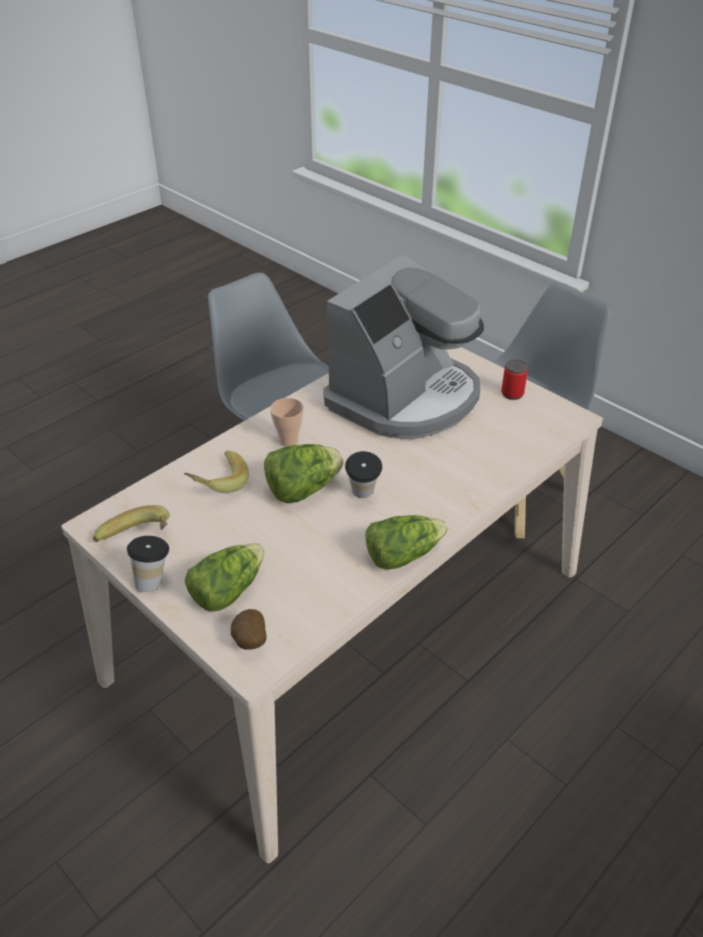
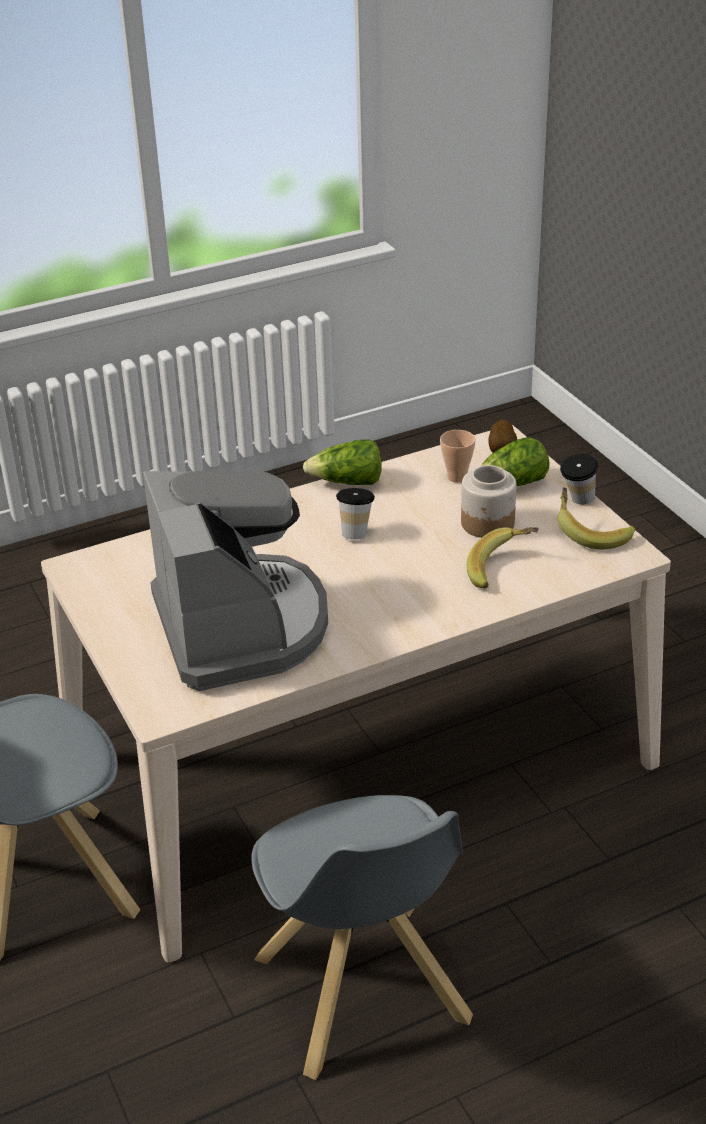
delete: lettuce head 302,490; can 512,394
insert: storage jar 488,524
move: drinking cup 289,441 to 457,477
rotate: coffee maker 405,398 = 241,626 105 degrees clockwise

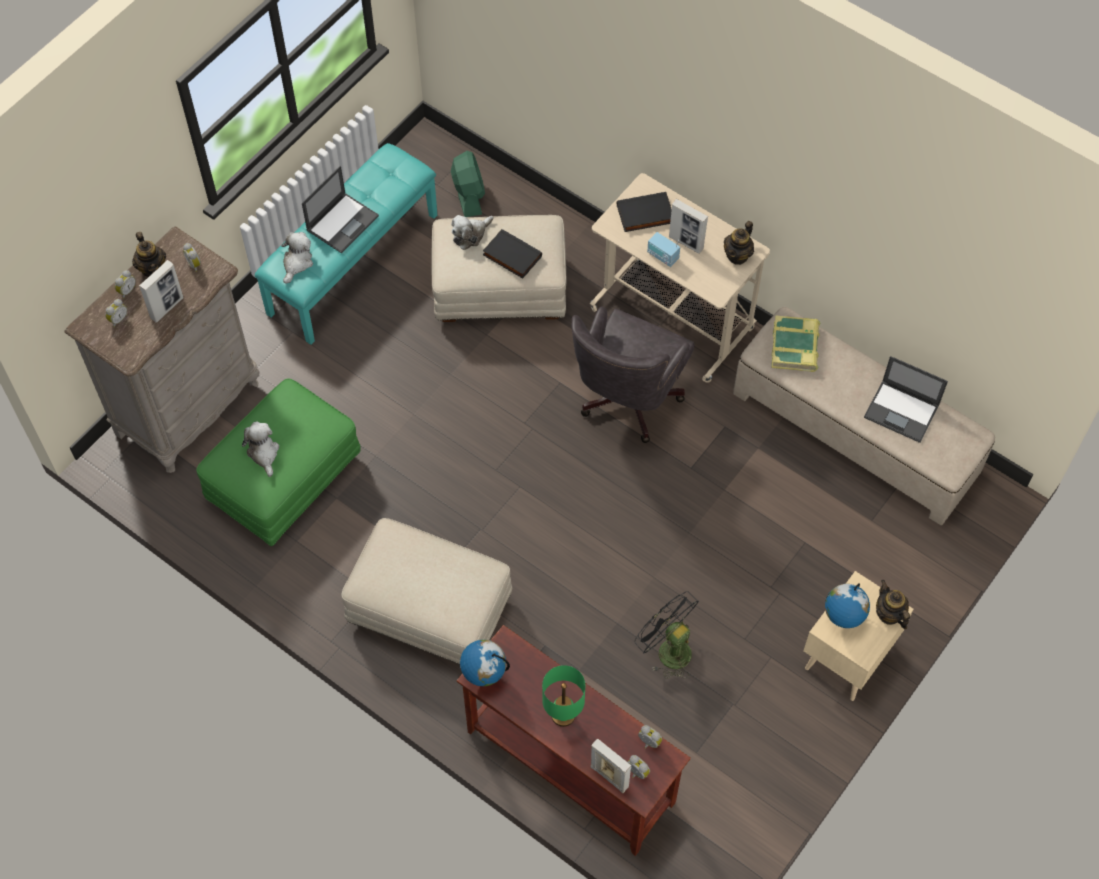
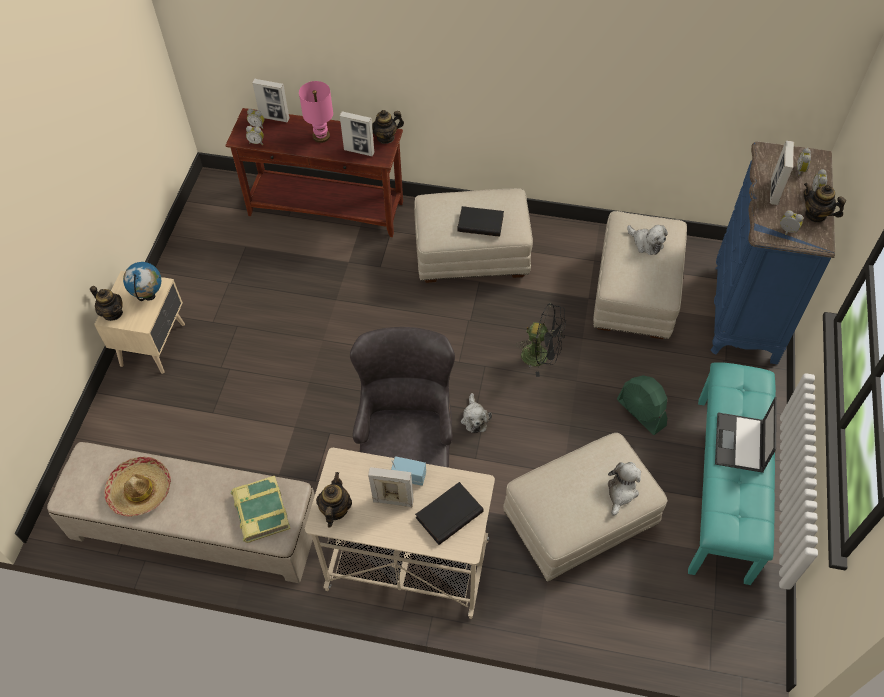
insert: photo frame 359,151
move: black-coloured bound book 511,256 to 481,222; plush toy 297,263 to 474,418; black-coloured cooling fan 667,649 to 541,356; greenish cooling fan 468,195 to 641,413
replace: portable computer 902,411 to clothing hat 140,490; desk globe 484,675 to teapot 385,137
recolor: greenish lamp for a table 563,715 to pink lamp for a table 321,136; greenish footrest 284,480 to sand-coloured footrest 634,294; sand-coloured chest of drawers 191,409 to bluish chest of drawers 743,313

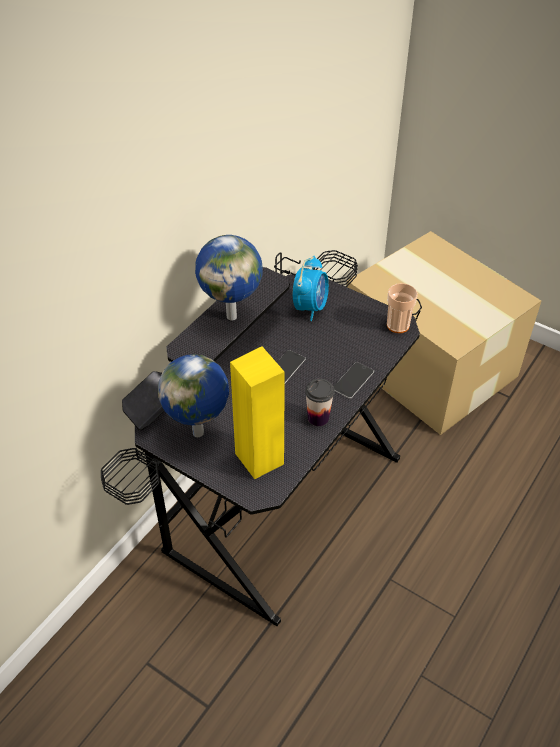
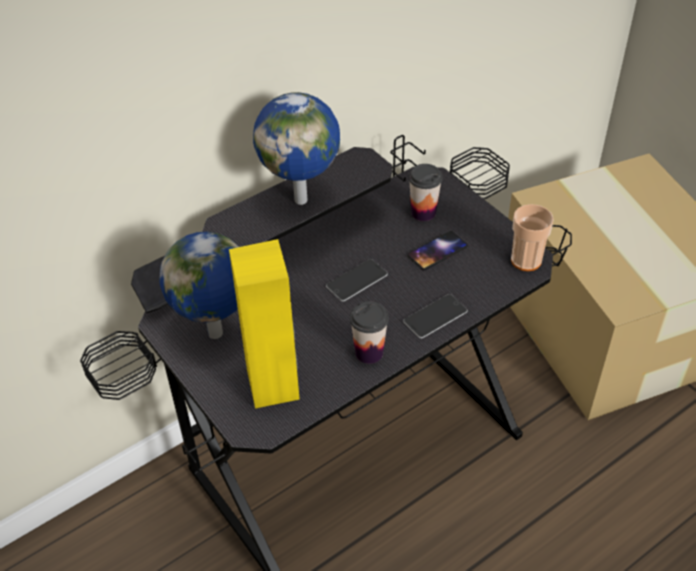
insert: telephone 437,251
replace: alarm clock 310,307 to drinking cup 423,212

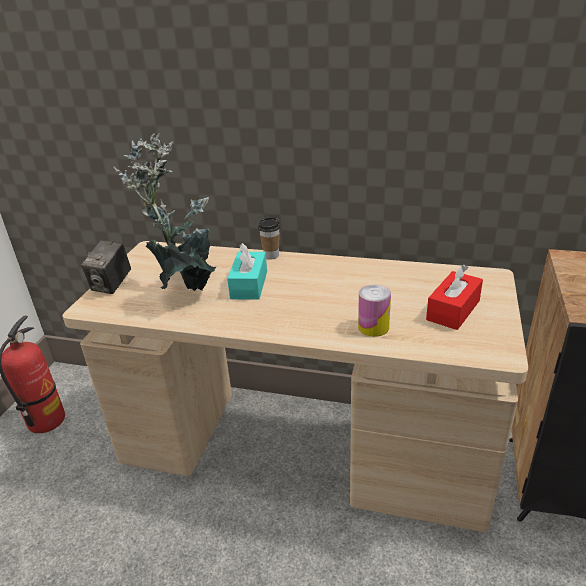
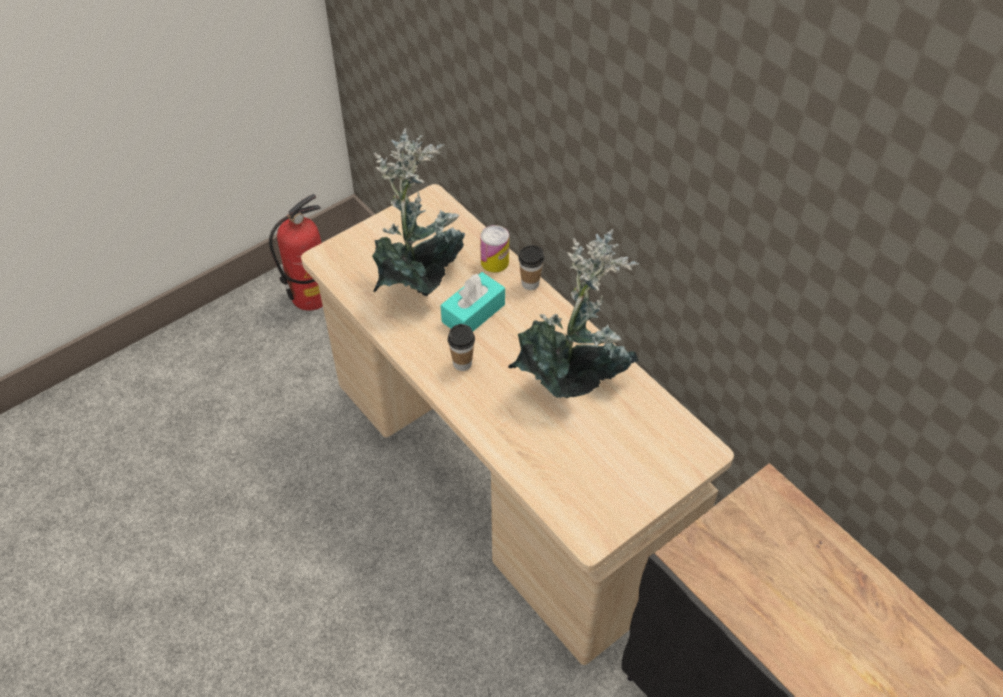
delete: still camera 112,285; red-coloured box of tissues 453,310
insert: drinking cup 462,363; plant in a pot 573,379
move: can 373,327 to 494,262

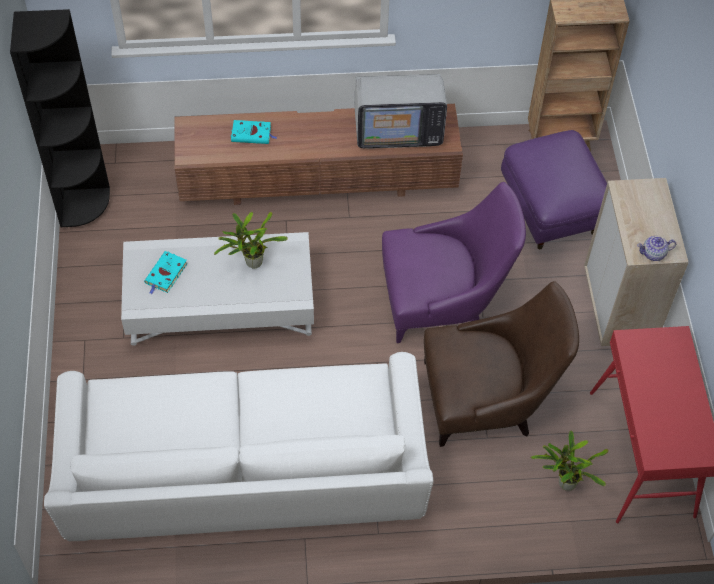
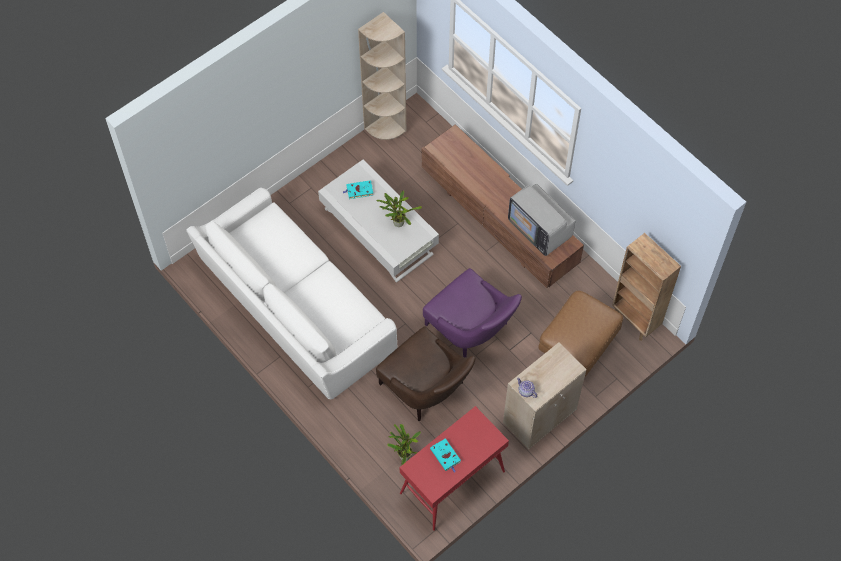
move: turquoise bound book 252,134 to 446,456
recolor: black-coloured bookcase 84,210 to sand-coloured bookcase 385,131; purple footrest 552,212 to brownish footrest 577,346

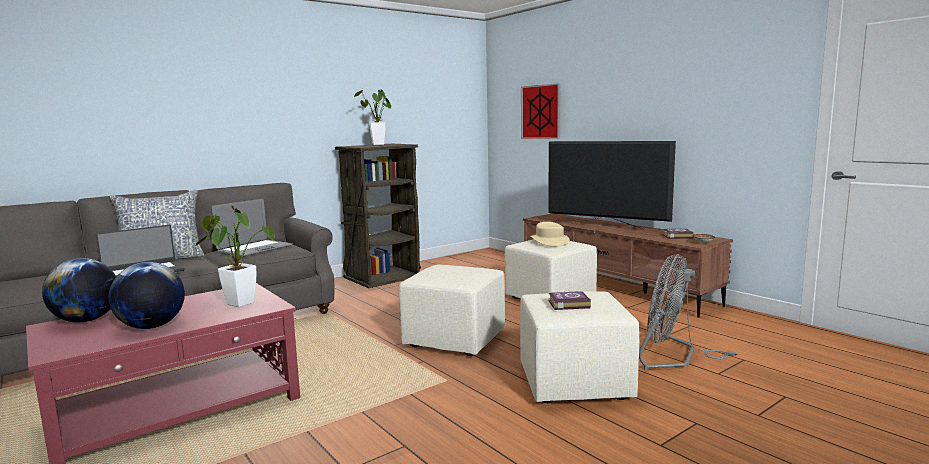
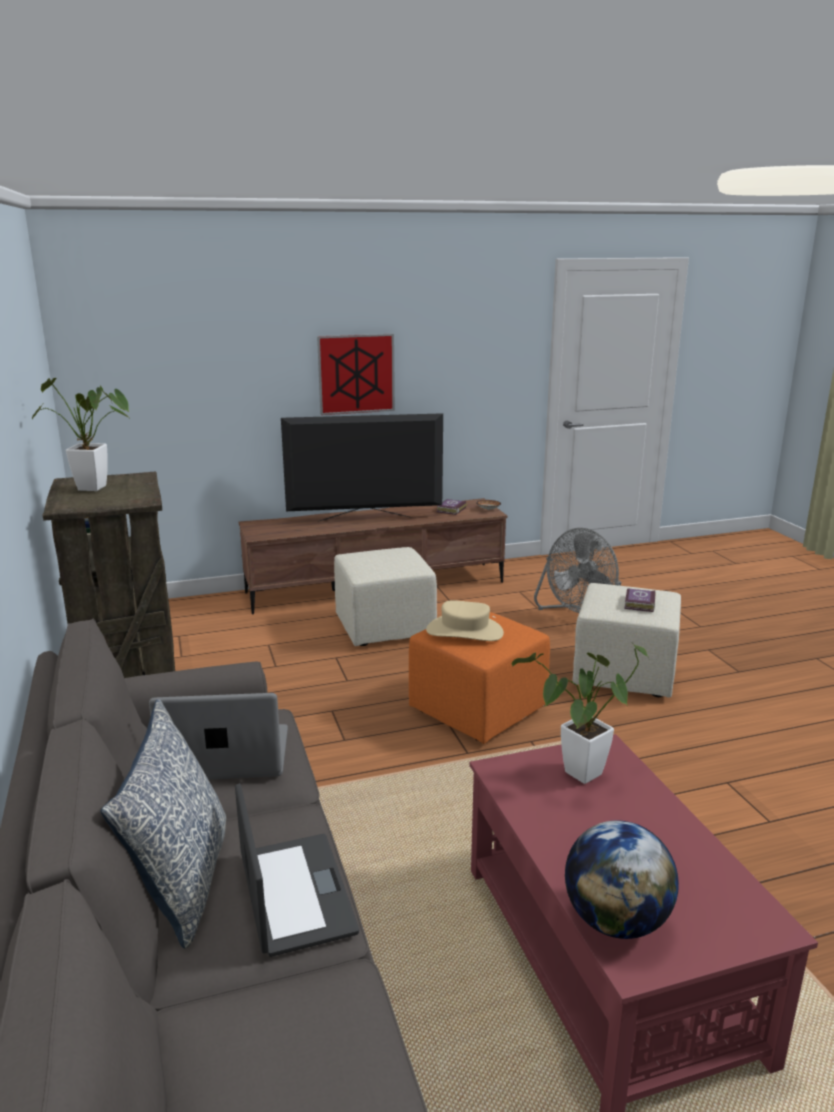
delete: desk globe 152,326
move: picture 540,112 to 356,374; sand-coloured clothing hat 549,241 to 464,631
recolor: sand-coloured footrest 456,340 to orangey footrest 478,709
rotate: portable computer 255,249 = 226,756 60 degrees counterclockwise; TV 606,226 = 365,520 150 degrees counterclockwise

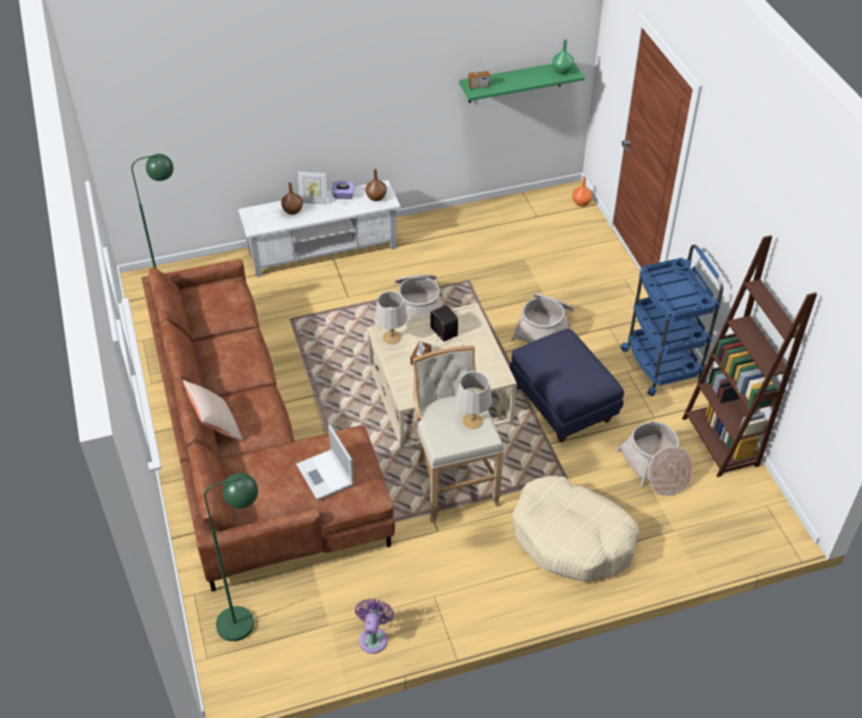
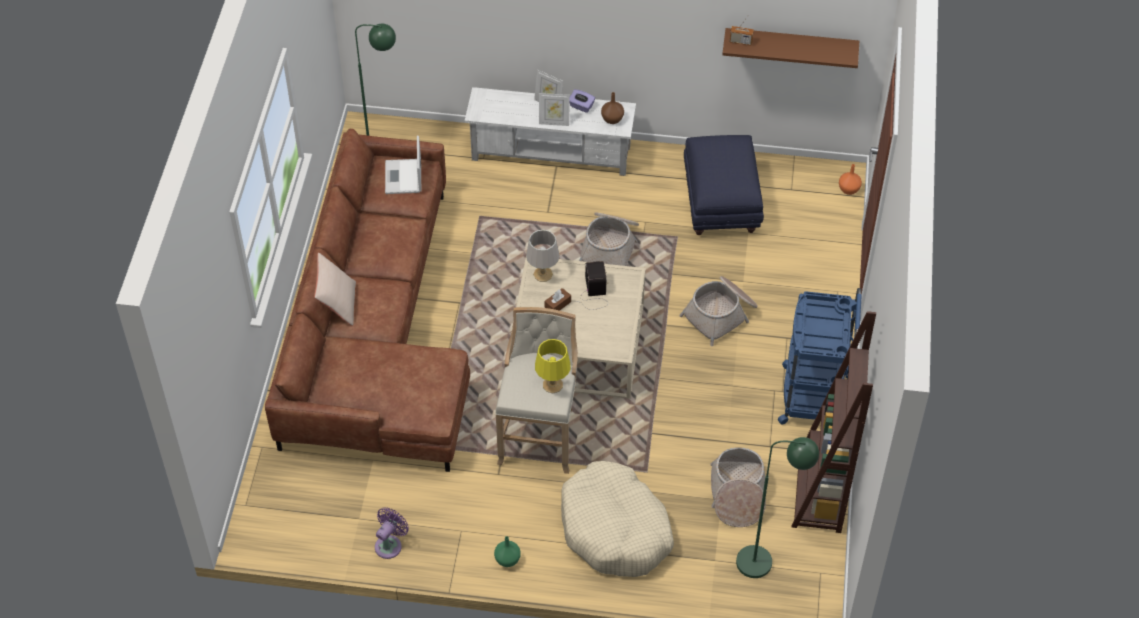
delete: brownish decorative vase 292,210
insert: photo frame 554,122
move: portable computer 326,475 to 403,177; greenish decorative vase 562,71 to 507,560; bluish footrest 563,405 to 721,205; greenish floor lamp 247,621 to 765,564
recolor: grey lamp for a table 473,421 to yellow-coloured lamp for a table 552,385; greenish bracket shelf 515,81 to brownish bracket shelf 790,45

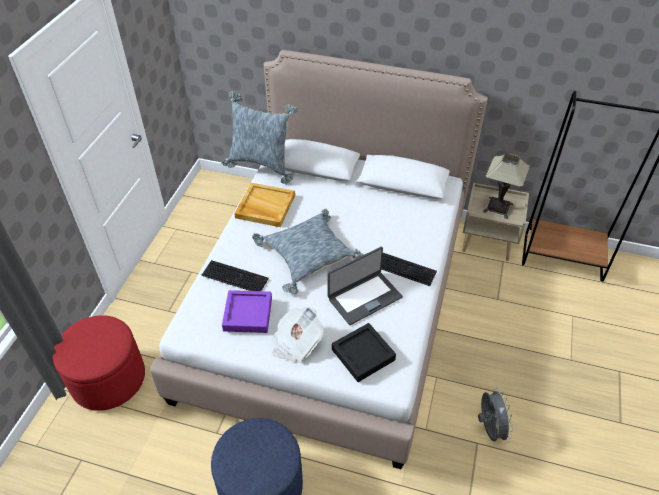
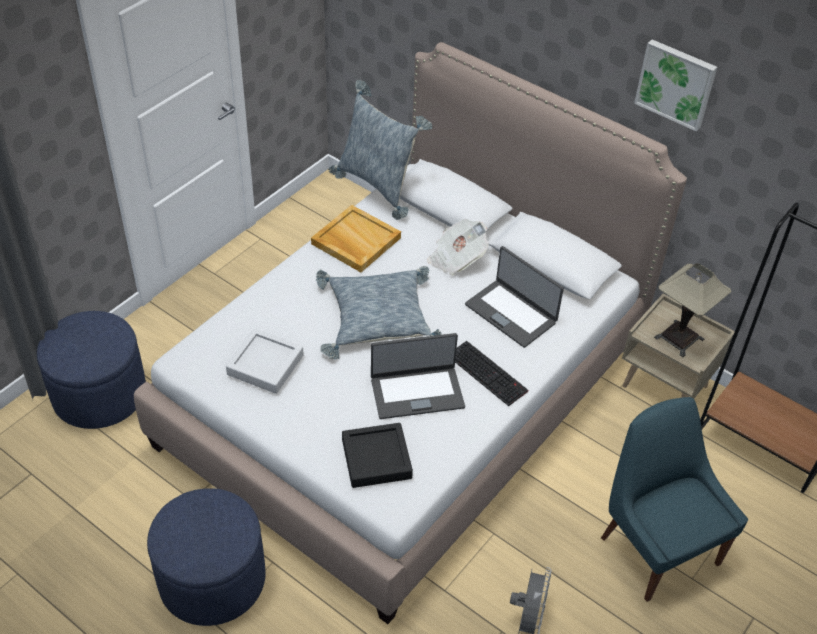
delete: keyboard 236,276
insert: portable computer 511,313; bluish chair 656,547; picture 676,83
move: newspaper 296,343 to 456,258
recolor: red-coloured footrest 108,379 to bluish footrest 99,394; purple tray 248,314 to grey tray 265,365

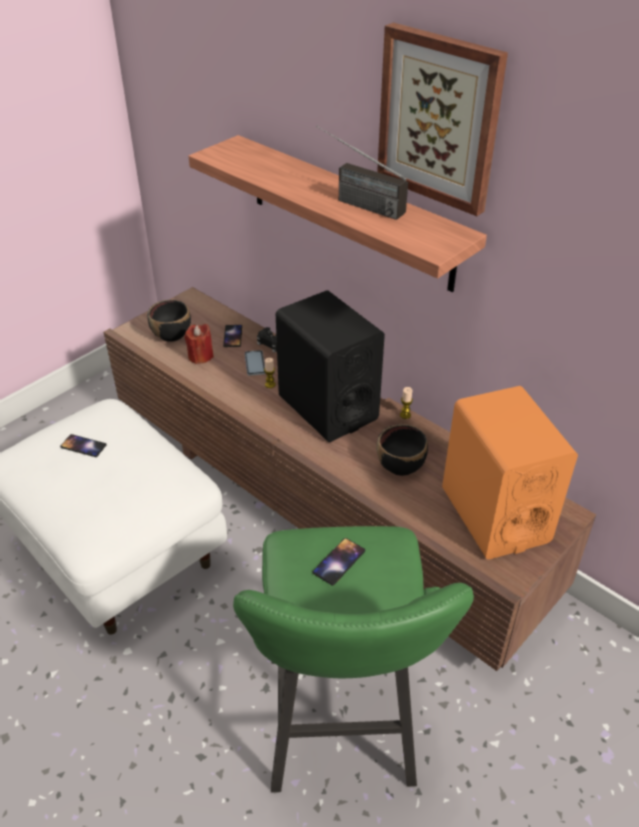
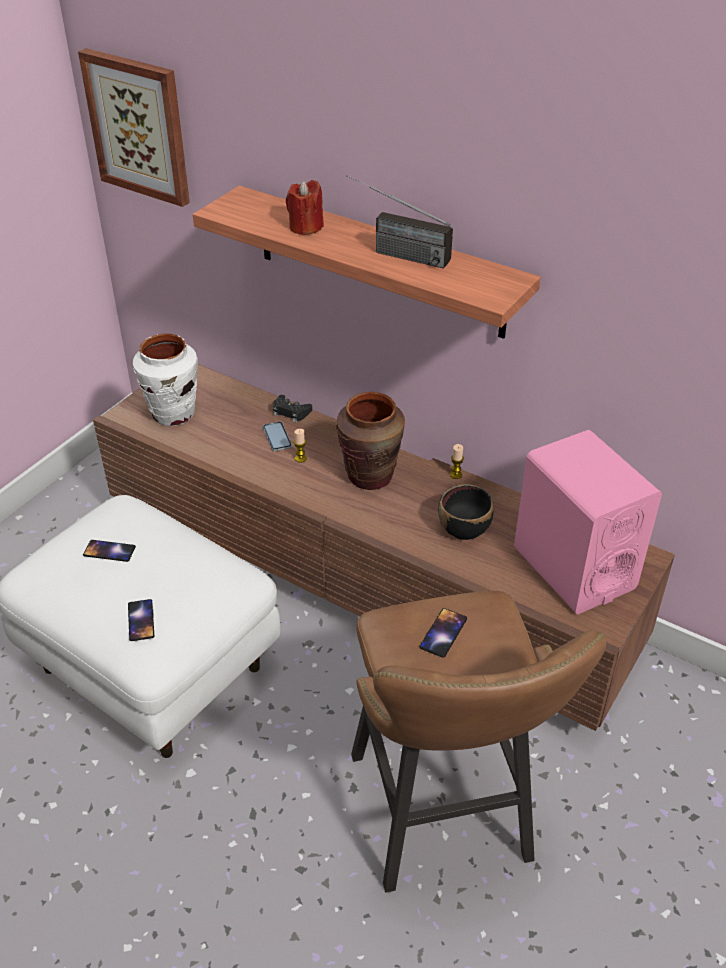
move: picture 439,119 to 139,127; telephone 233,336 to 141,620; red-coloured wax candle 200,356 to 306,227
replace: black-coloured serving bowl 172,334 to white-coloured decorative vase 173,414; black-coloured loudspeaker 327,407 to brownish decorative vase 370,476
recolor: greenish stool seat 340,739 to brownish stool seat 445,827; orangey loudspeaker 494,514 to pink loudspeaker 573,568

